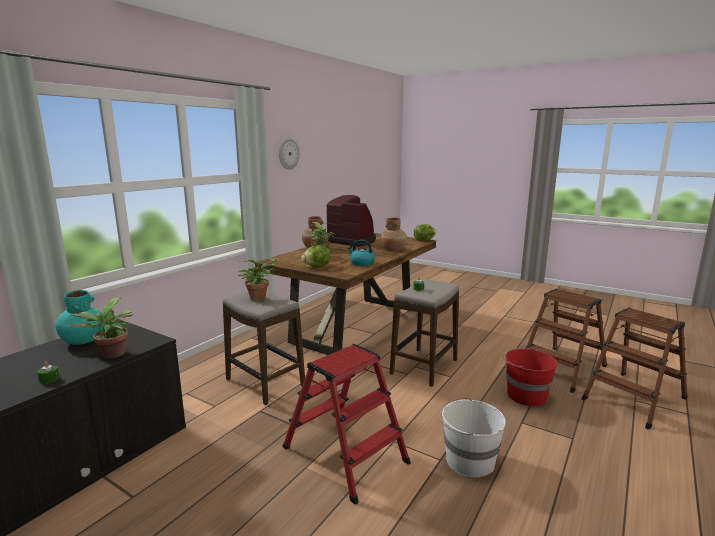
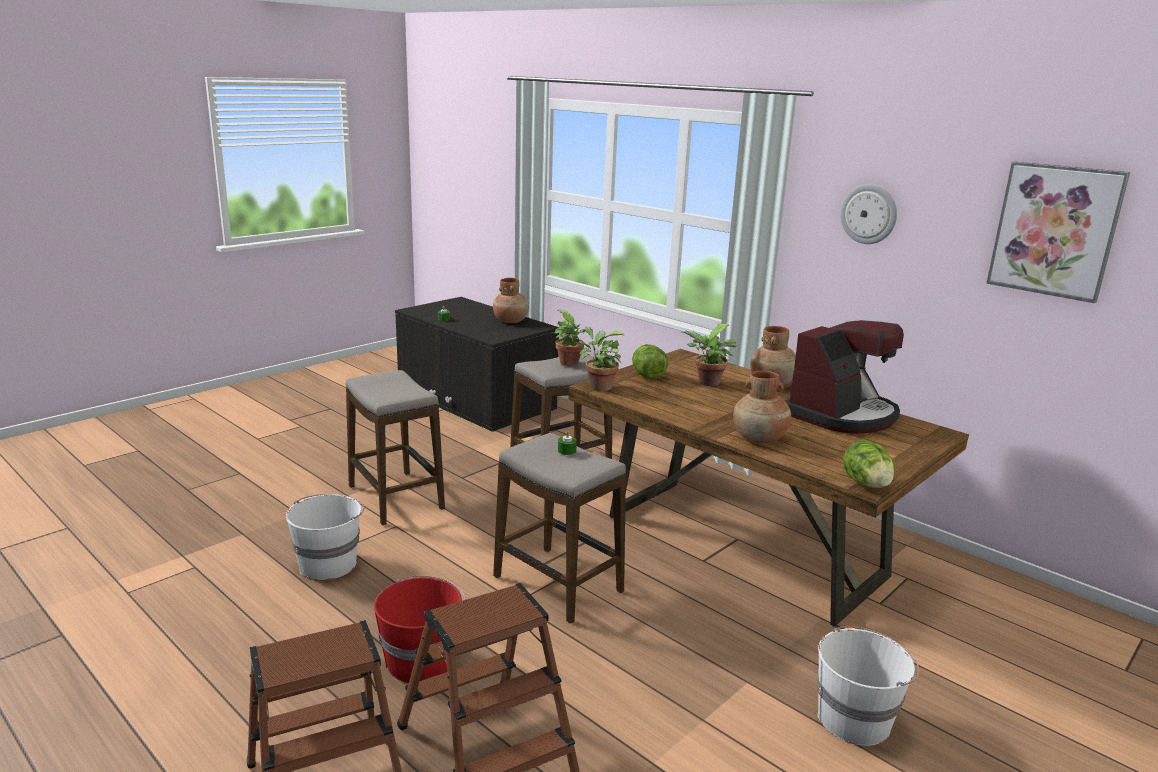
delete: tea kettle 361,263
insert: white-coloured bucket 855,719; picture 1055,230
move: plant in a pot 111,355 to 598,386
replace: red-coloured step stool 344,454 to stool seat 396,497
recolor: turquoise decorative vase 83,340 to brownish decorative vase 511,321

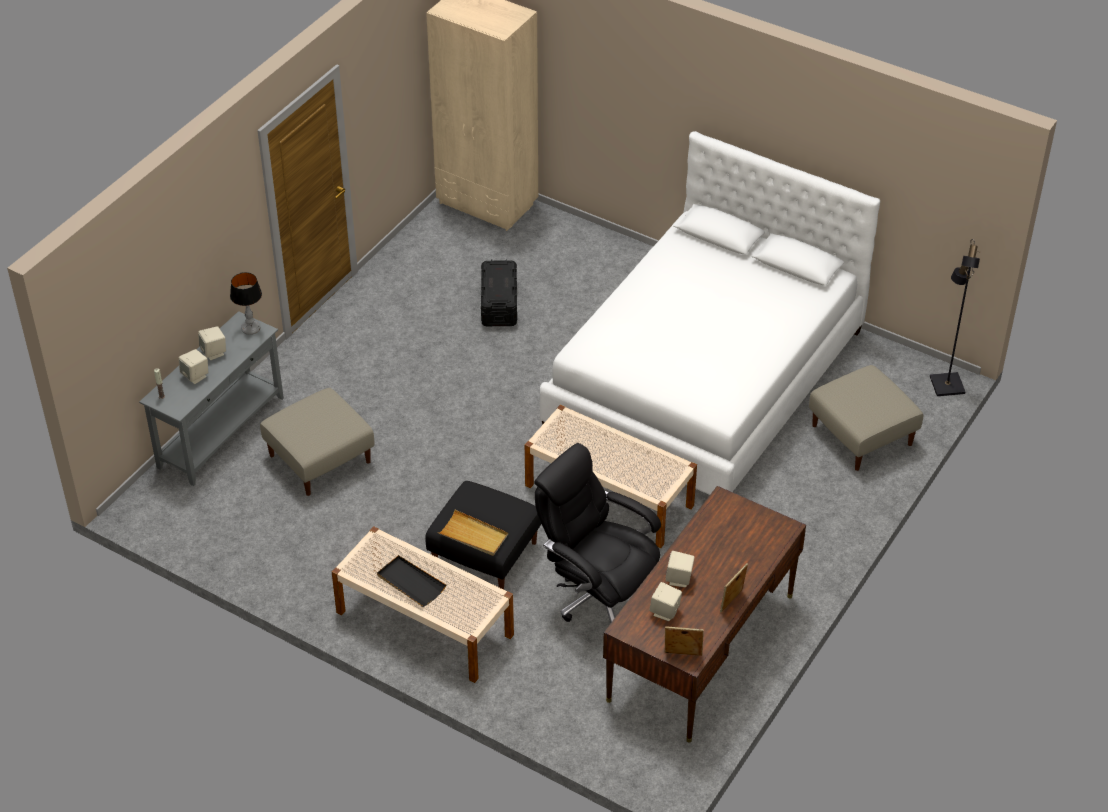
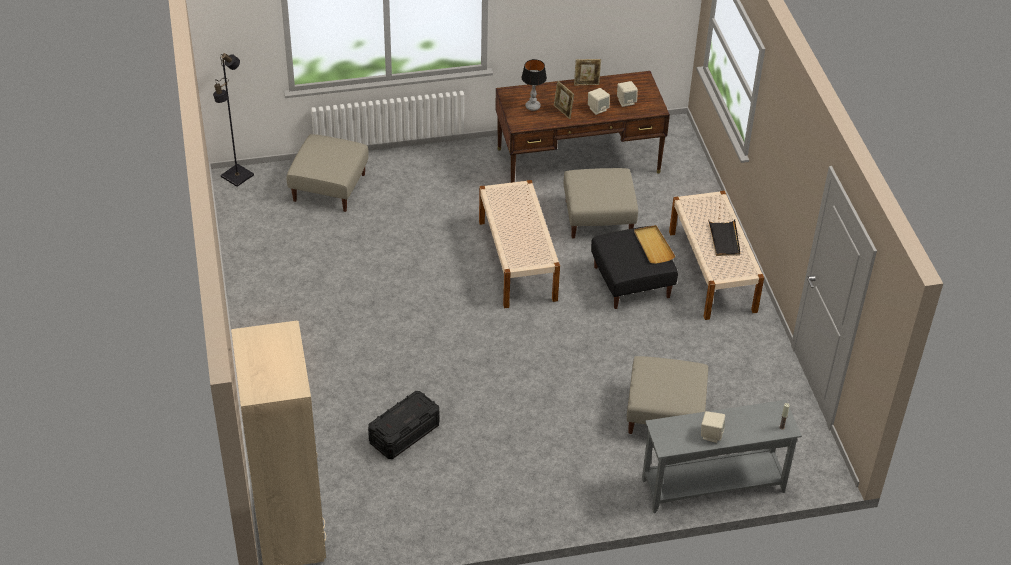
delete: sand-coloured loudspeaker 195,376; white-coloured bed 705,378
move: lamp for a table 250,329 to 533,106; photo frame 682,655 to 563,112
replace: black-coloured desk chair 597,595 to sand-coloured footrest 598,218

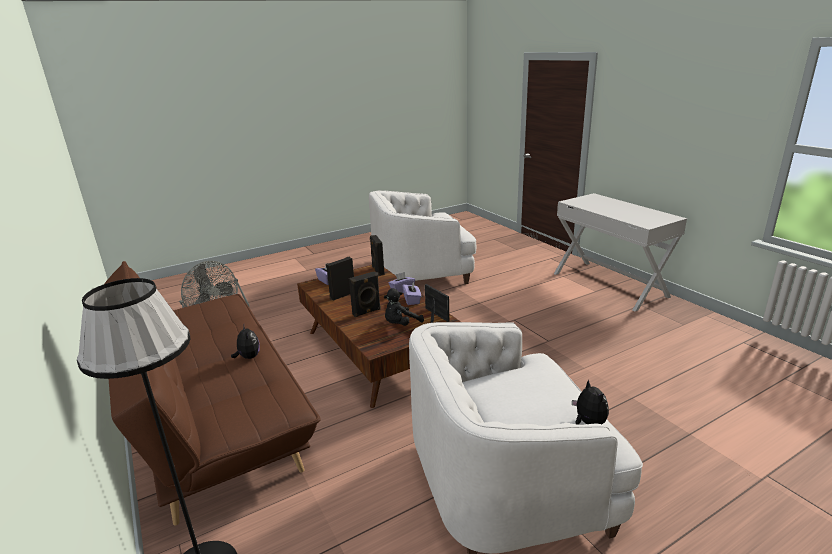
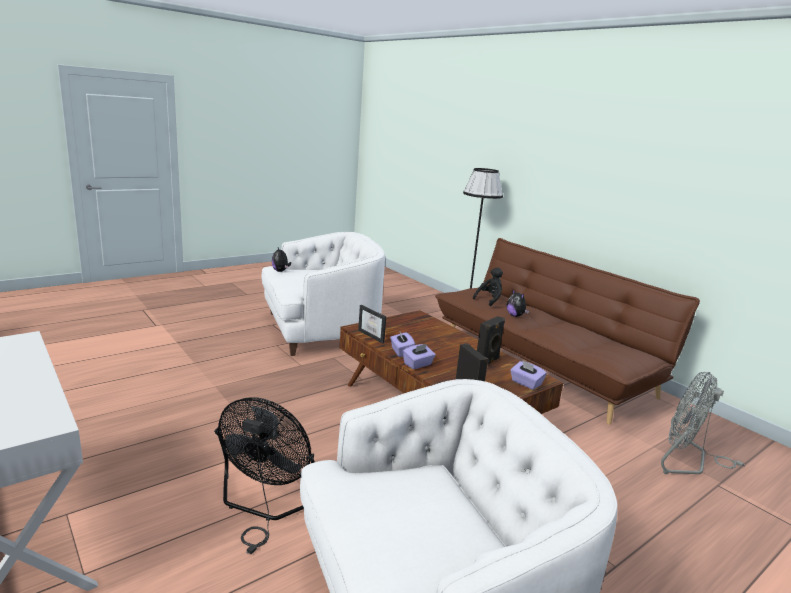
delete: black-coloured loudspeaker 367,312
insert: black-coloured cooling fan 261,504
move: black-coloured plush toy 401,324 to 489,300

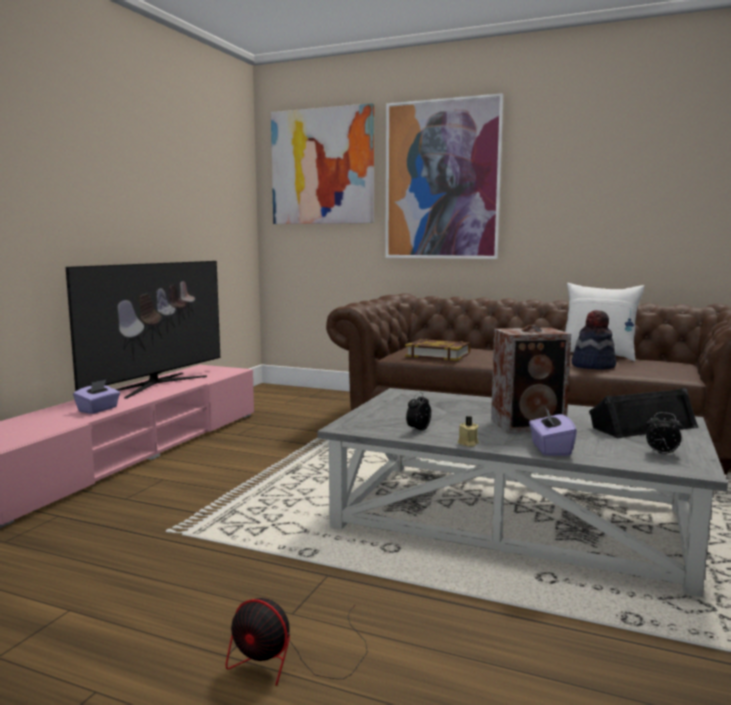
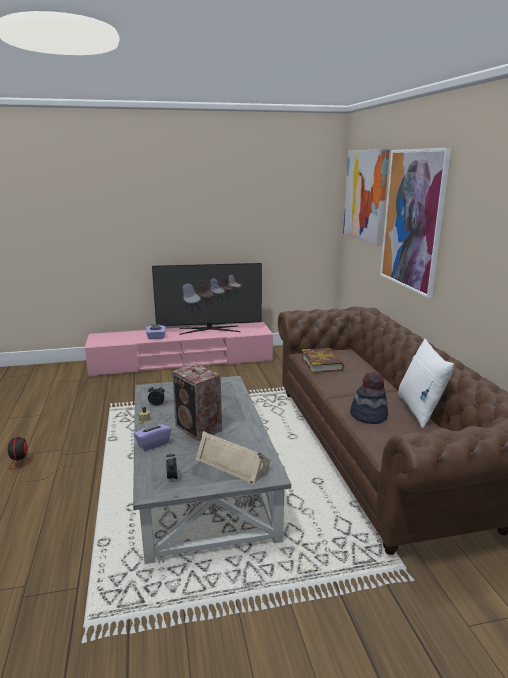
recolor: black-coloured loudspeaker 641,426 to sand-coloured loudspeaker 233,463

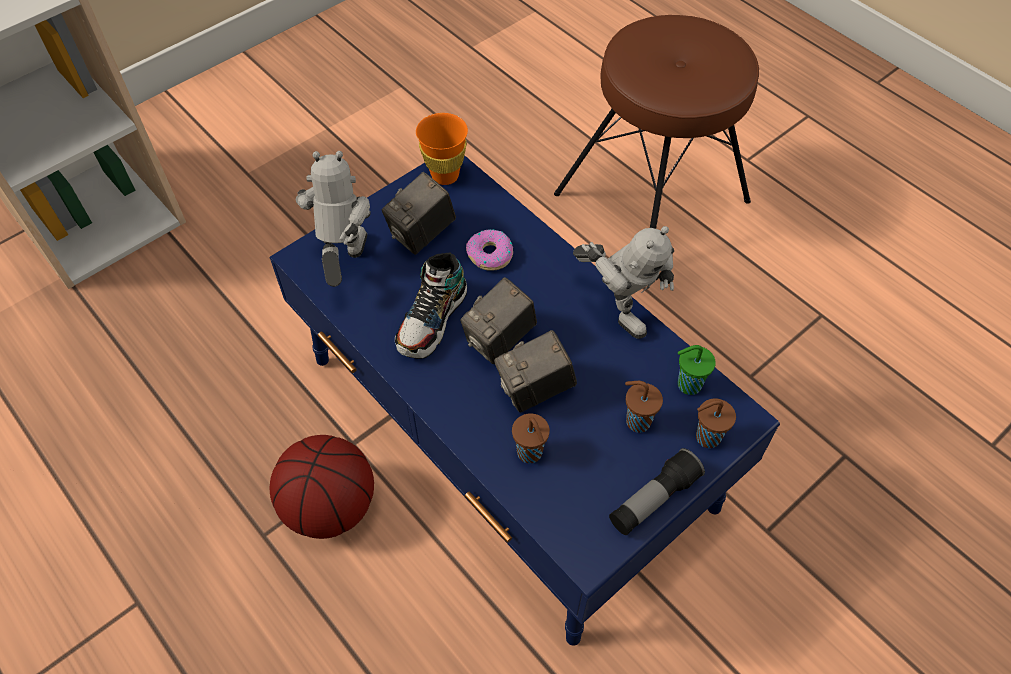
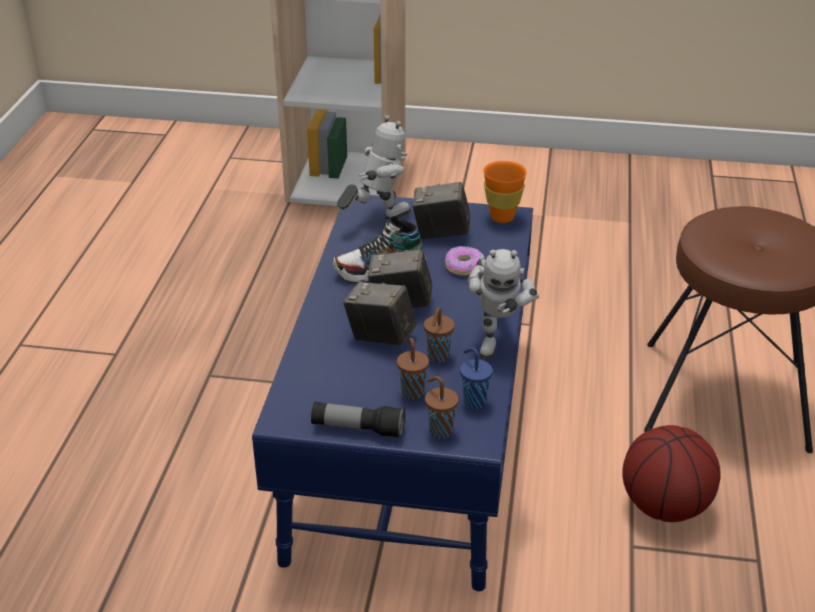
move: brownish drinking cup 530,454 to 438,357; basketball 331,506 to 665,506
recolor: greenish drinking cup 687,385 to bluish drinking cup 473,401

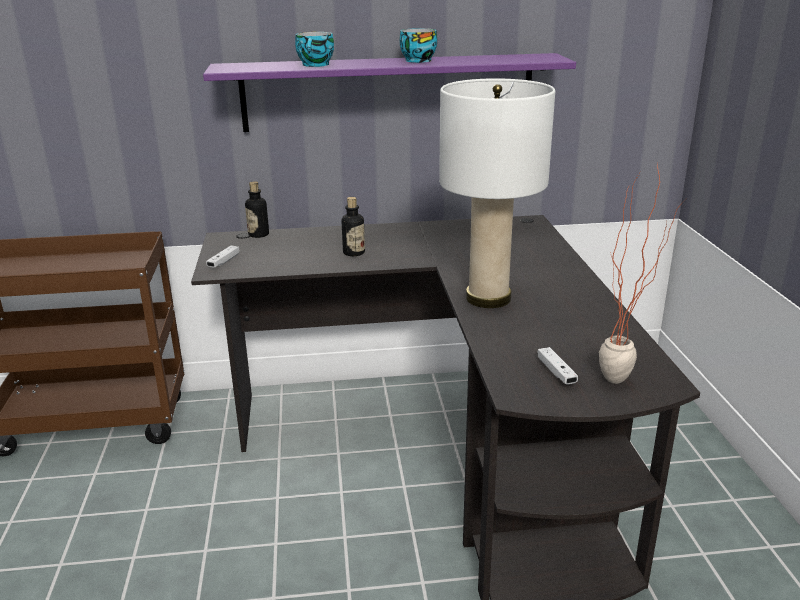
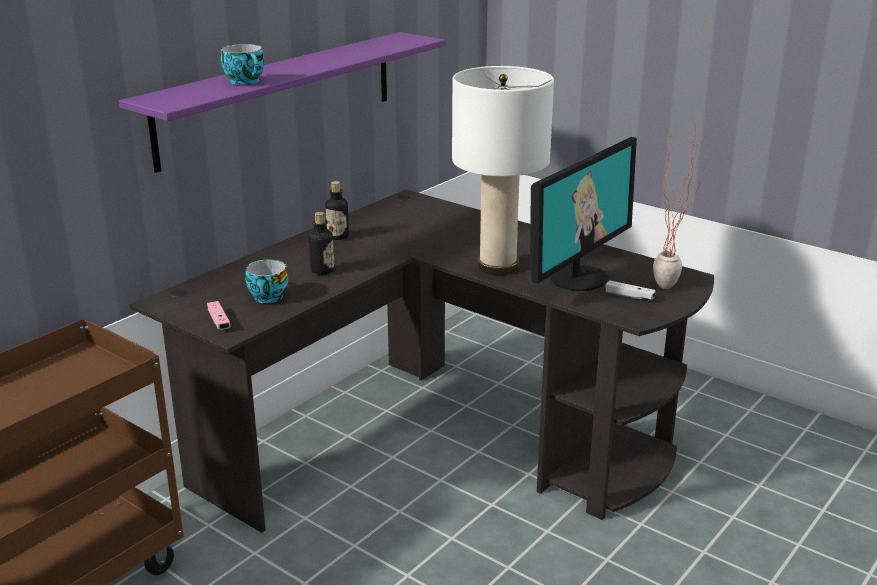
insert: computer screen 577,278
move: drinking cup 417,60 to 266,296; bottle 258,234 to 338,236
recolor: white-coloured game controller 223,262 to pink game controller 219,321

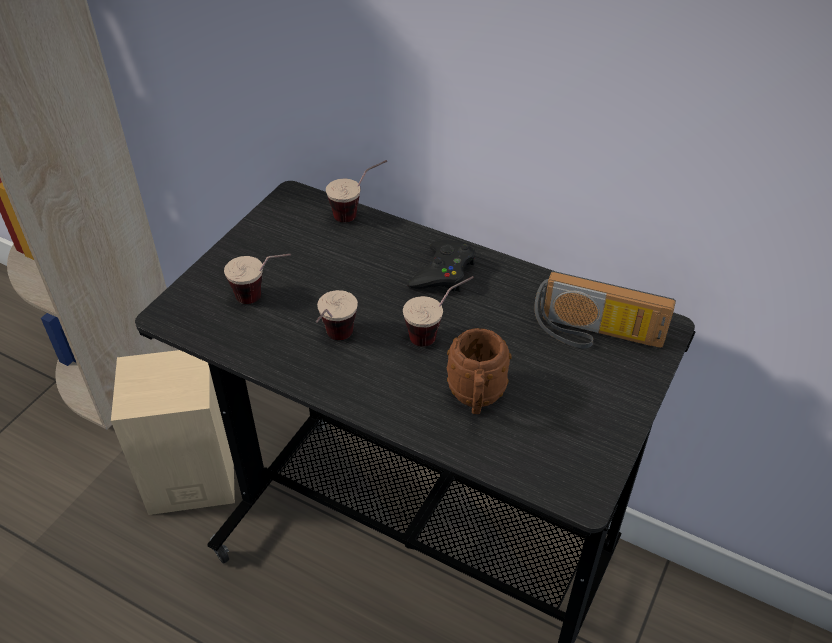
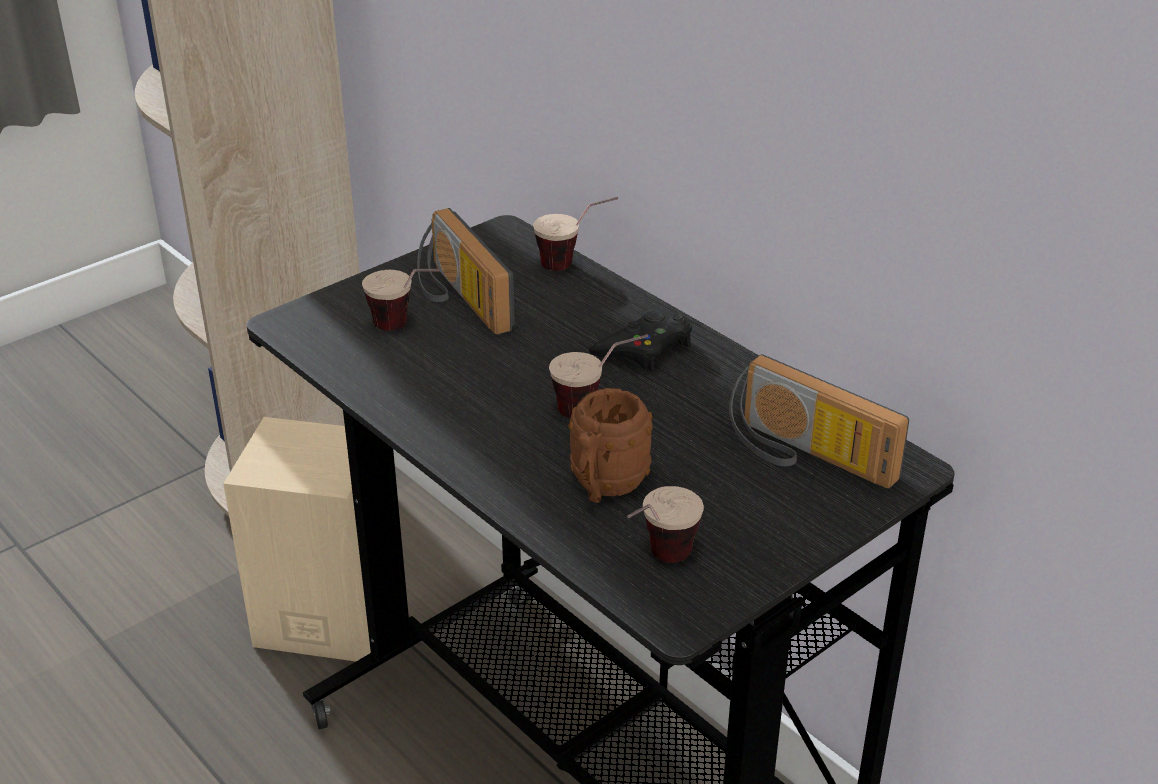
insert: radio receiver 458,299
move: drinking cup 334,343 to 657,564

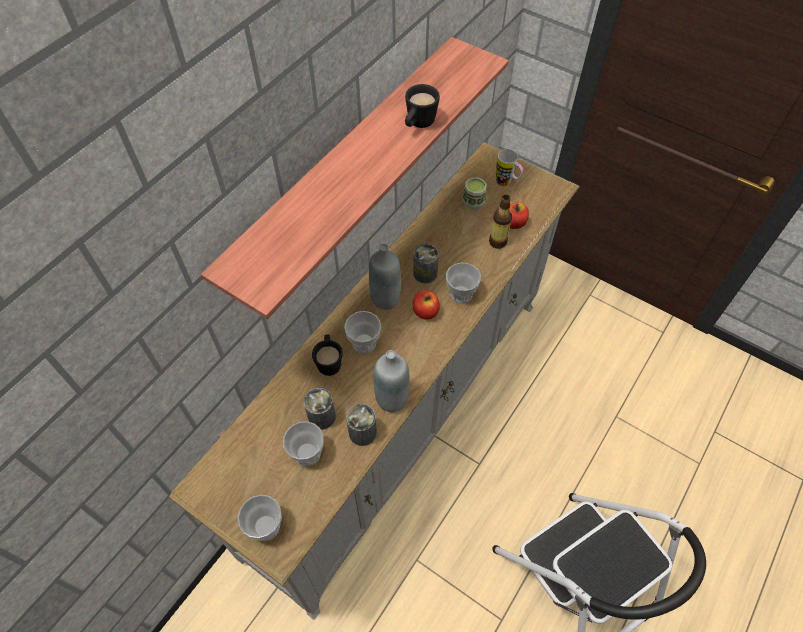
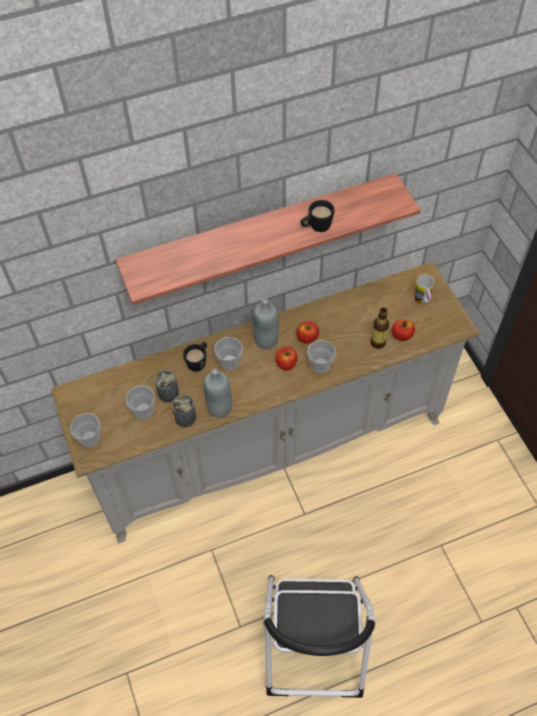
delete: drinking cup 473,202
replace: can 425,273 to apple fruit 307,337

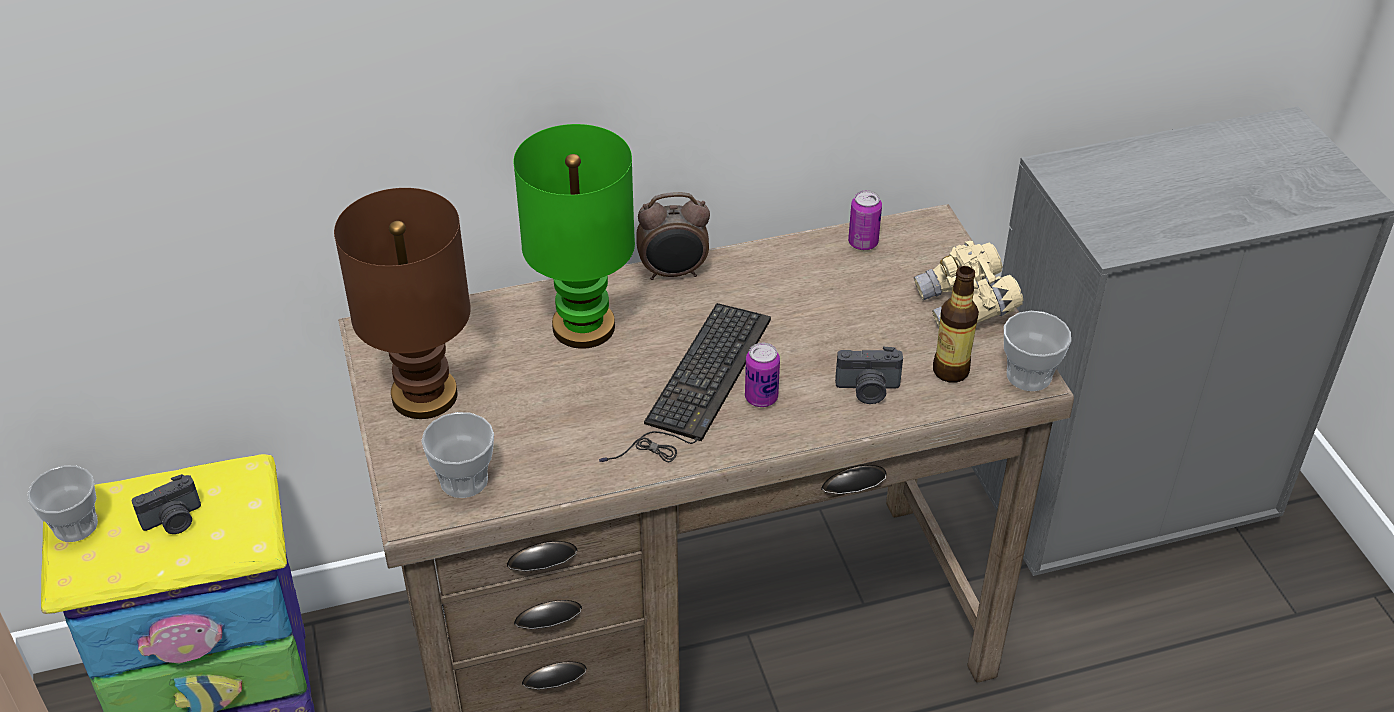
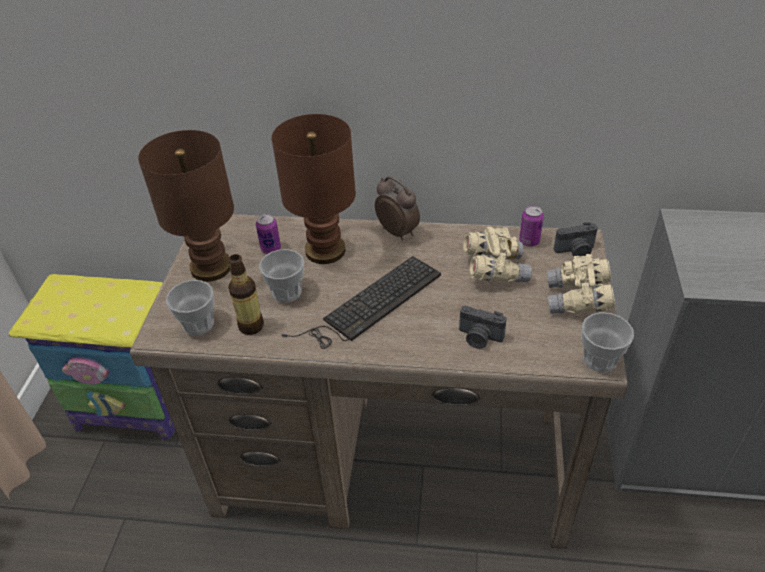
insert: sand-coloured binoculars 494,270
move: bottle 950,371 to 251,326; can 761,398 to 271,249; drinking cup 75,526 to 286,292; still camera 174,521 to 575,251
recolor: greenish lamp for a table 585,327 to brownish lamp for a table 326,251
rotate: alarm clock 673,273 = 398,232 150 degrees counterclockwise

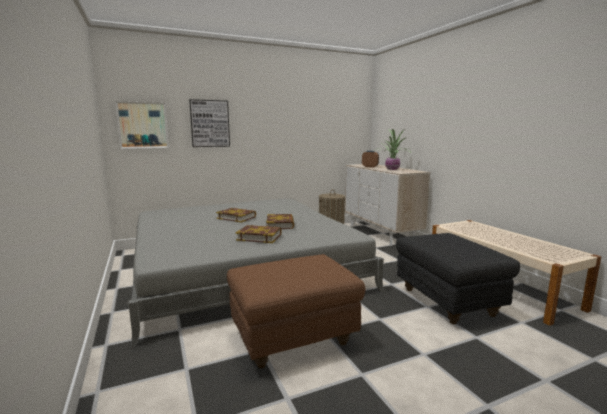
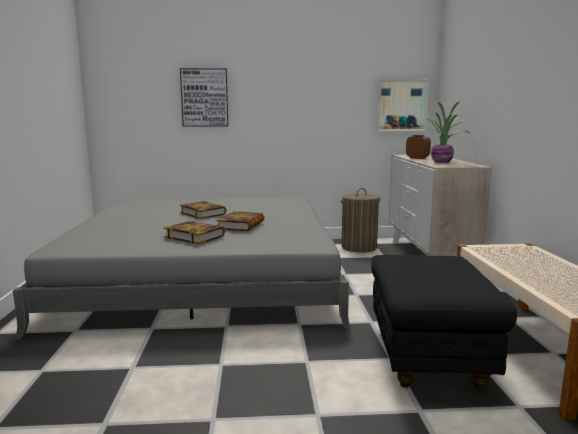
delete: brownish footrest 293,339
move: picture 143,125 to 402,105

